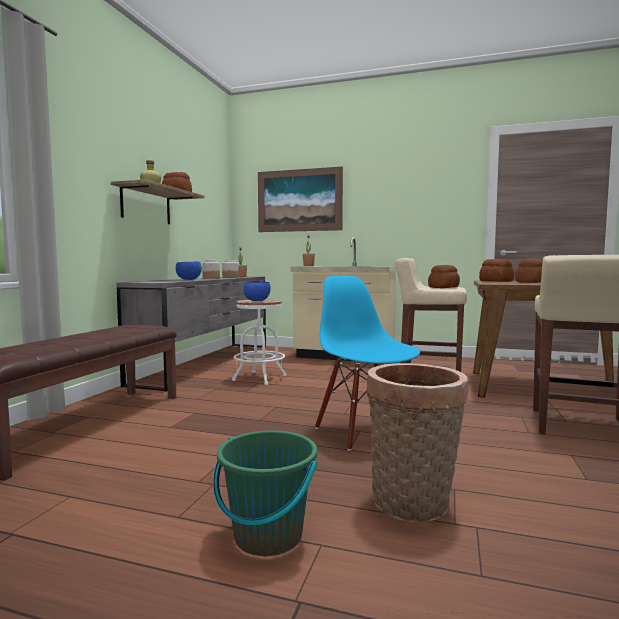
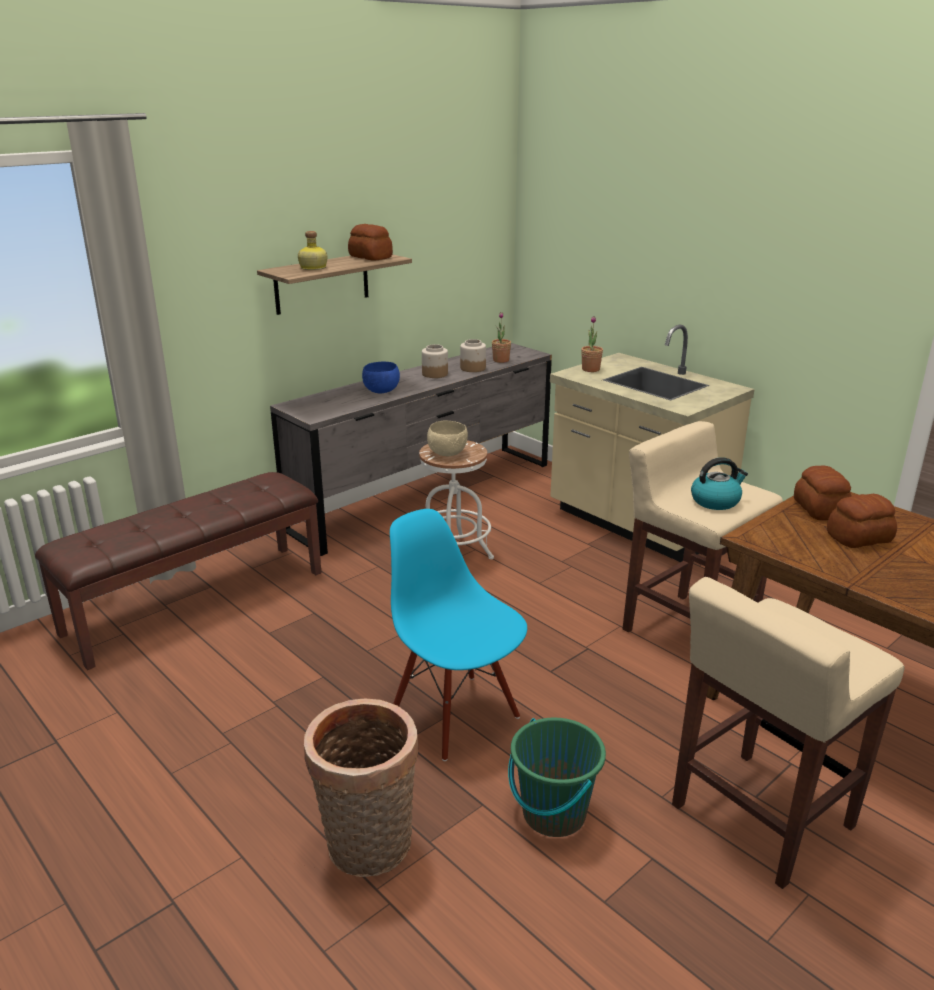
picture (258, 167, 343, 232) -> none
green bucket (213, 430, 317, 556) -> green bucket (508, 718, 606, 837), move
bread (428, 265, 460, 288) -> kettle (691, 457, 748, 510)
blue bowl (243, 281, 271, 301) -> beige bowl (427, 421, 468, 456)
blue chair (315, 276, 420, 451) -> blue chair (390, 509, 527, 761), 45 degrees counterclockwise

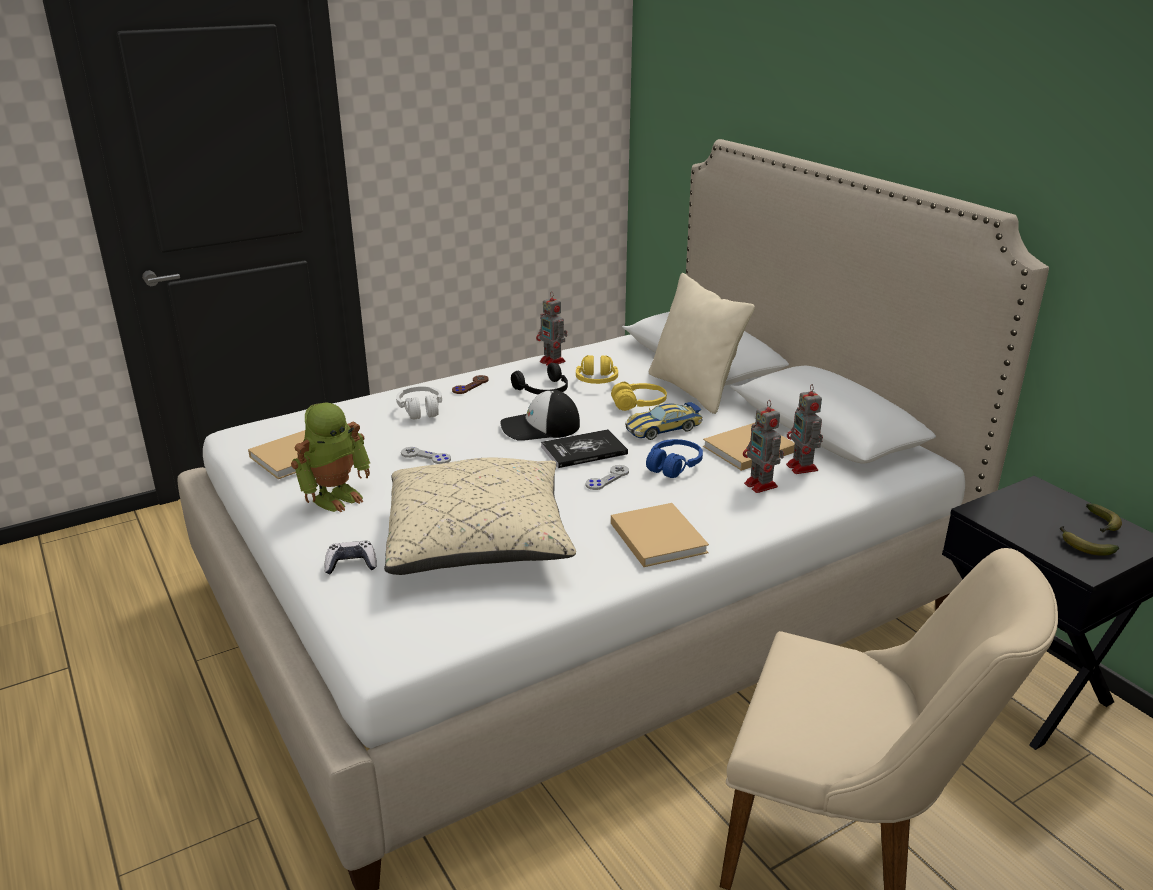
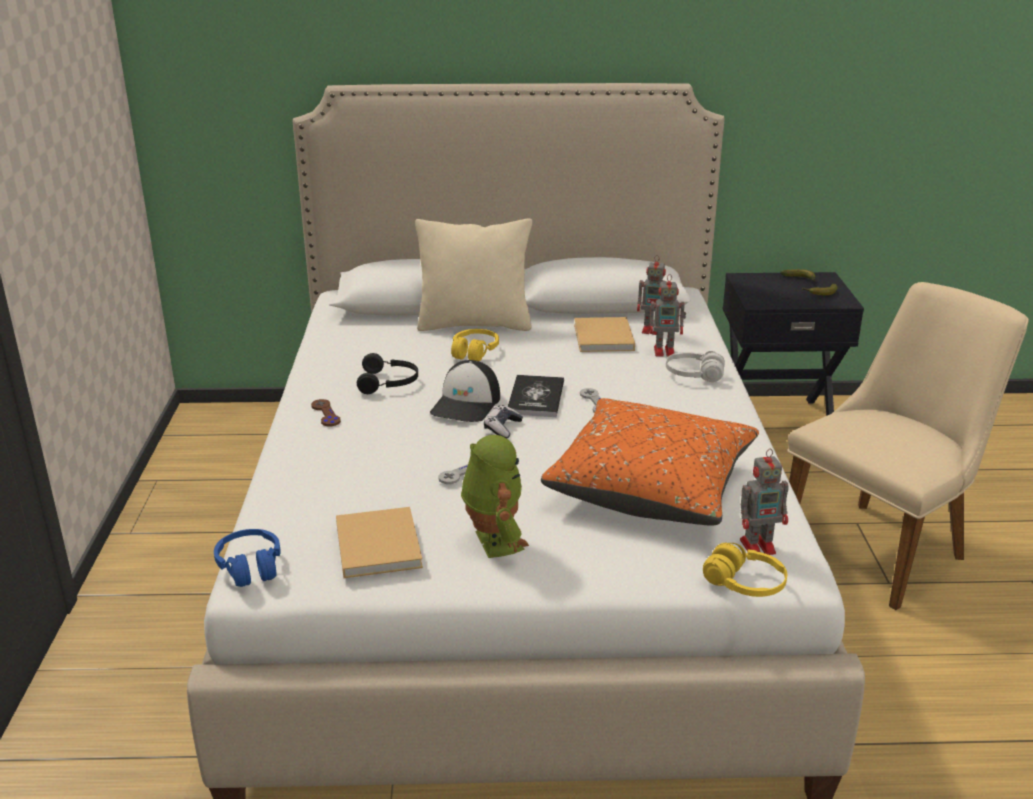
beige book (611, 503, 709, 567) -> none
toy car (625, 402, 703, 440) -> none
game controller (324, 541, 377, 574) -> game controller (484, 405, 523, 438), move
white headphones (396, 386, 442, 420) -> white headphones (666, 351, 725, 382), move
toy robot (536, 291, 567, 366) -> toy robot (740, 449, 789, 555), move
yellow headphones (576, 355, 618, 384) -> yellow headphones (703, 543, 787, 597), move
blue headphones (646, 439, 703, 478) -> blue headphones (214, 529, 281, 587), move
beige pillow (384, 457, 576, 575) -> orange pillow (541, 398, 759, 526)

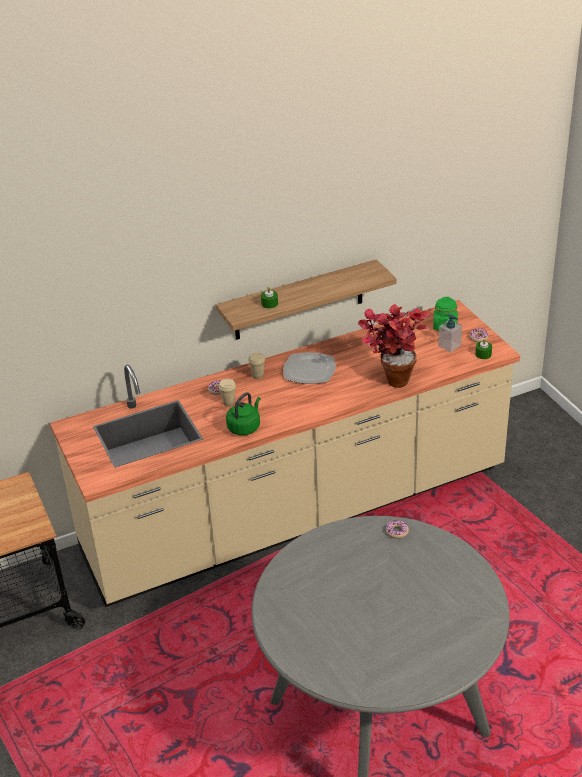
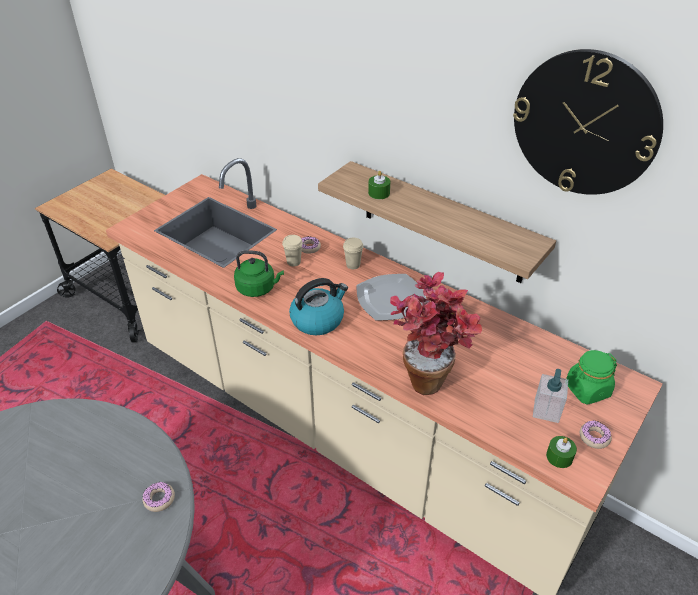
none -> kettle (289, 278, 348, 335)
none -> wall clock (513, 49, 663, 195)

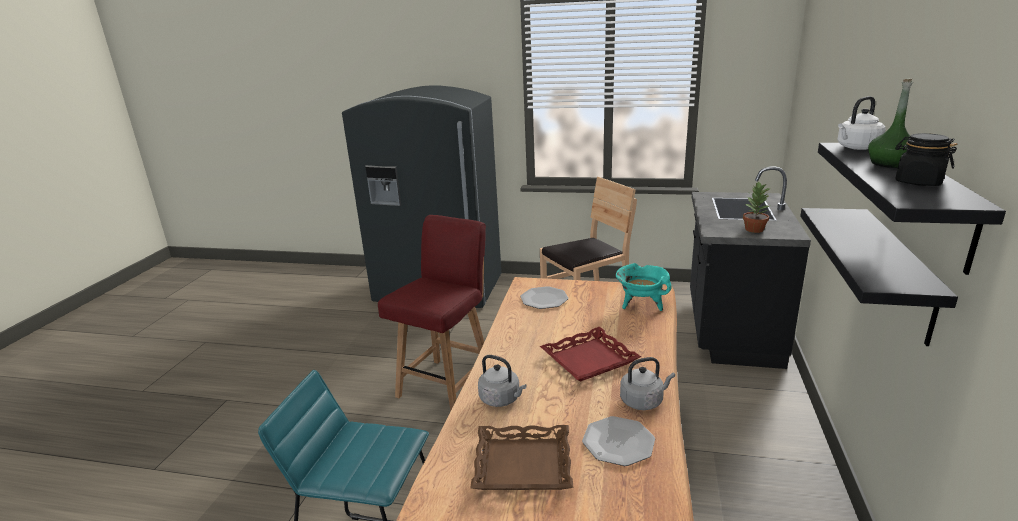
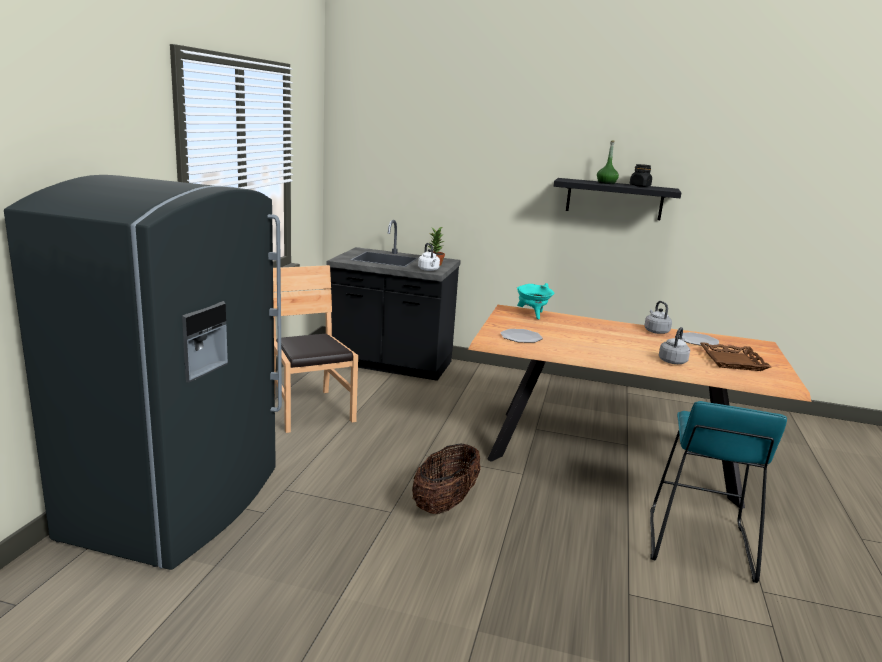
red tray (540, 327, 641, 382) -> none
black shelf (800, 208, 958, 346) -> none
white kettle (837, 96, 886, 150) -> white kettle (418, 243, 440, 271), move
red chair (378, 215, 486, 412) -> basket (412, 444, 481, 514)

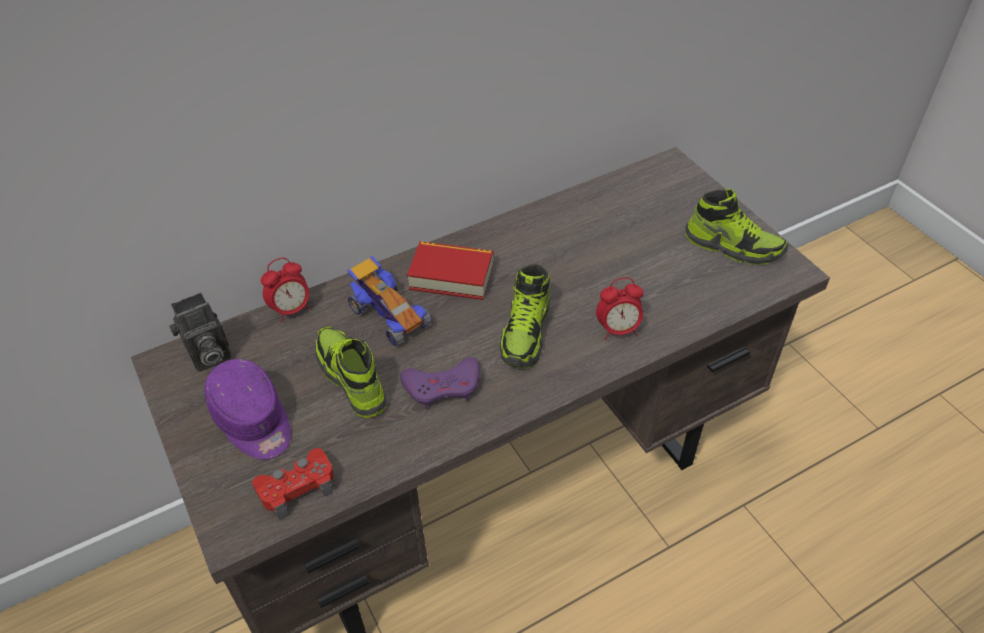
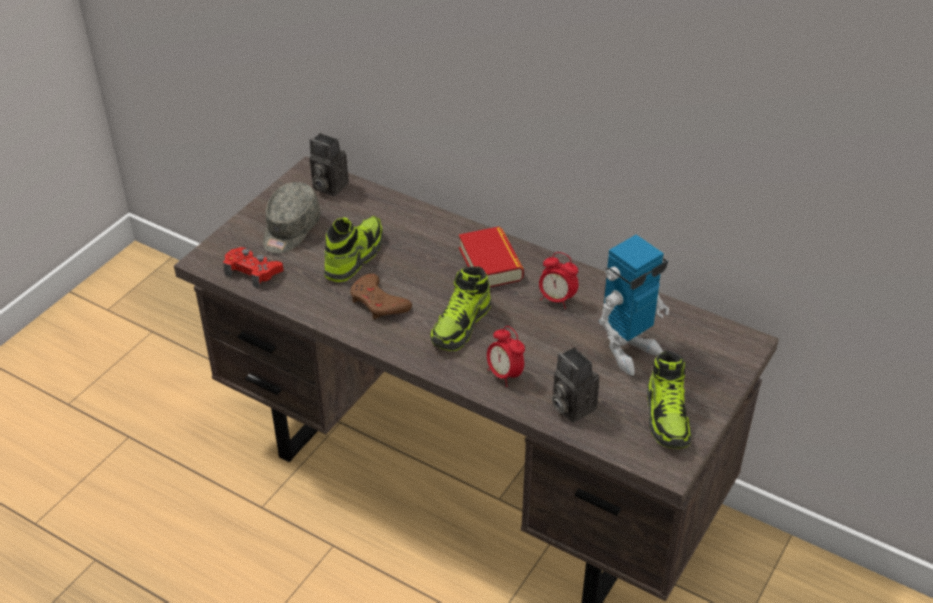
toy car (347, 256, 433, 346) -> none
none -> photo camera (552, 347, 599, 422)
none -> toy robot (599, 235, 669, 375)
alarm clock (261, 258, 310, 322) -> alarm clock (539, 252, 579, 309), move
purple cap (205, 359, 291, 459) -> grey cap (263, 182, 321, 254)
purple game controller (400, 357, 480, 409) -> brown game controller (350, 274, 412, 320)
shoe (500, 264, 550, 368) -> shoe (430, 266, 491, 351), 45 degrees counterclockwise

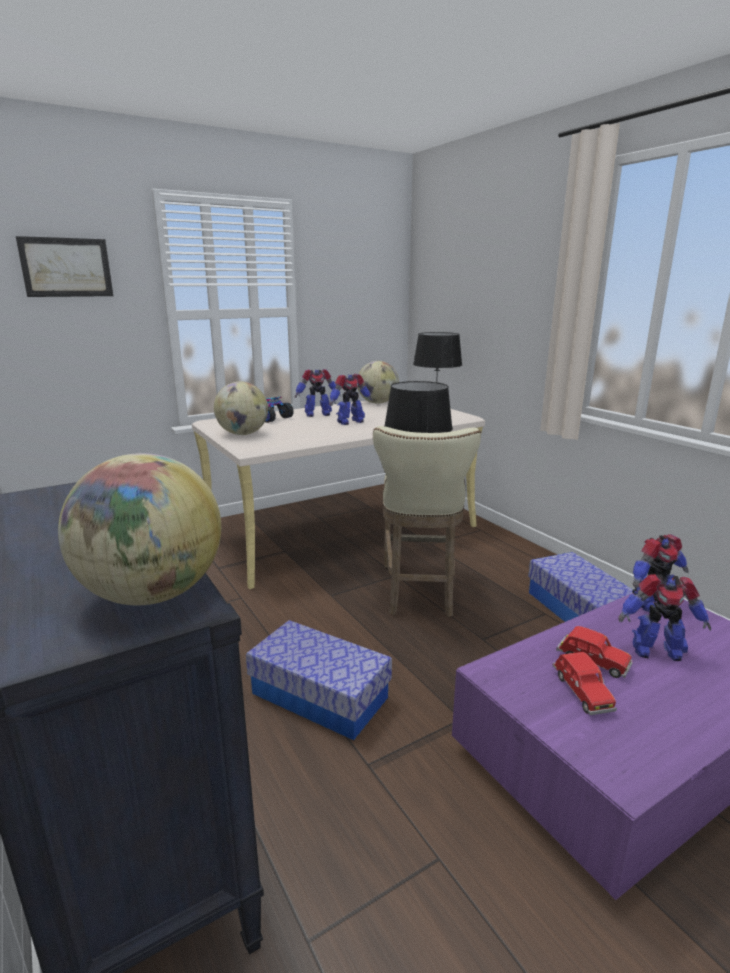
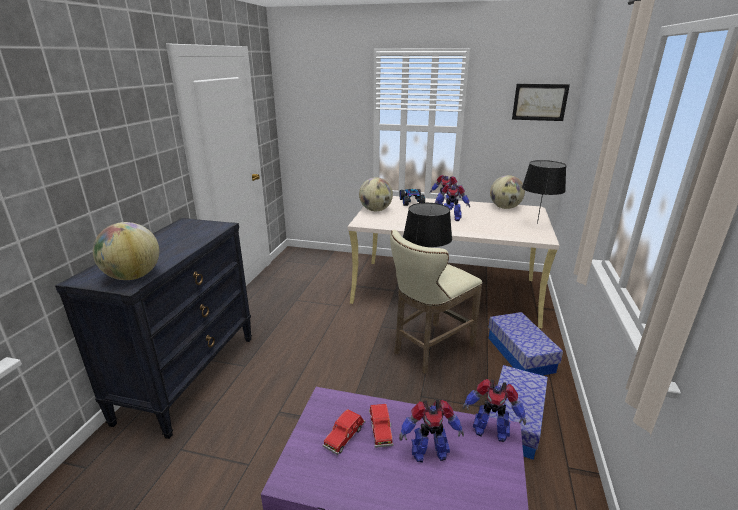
picture (16, 236, 113, 297) -> picture (512, 84, 570, 121), move
storage box (246, 620, 392, 740) -> storage box (488, 312, 563, 375), move
toy robot (619, 574, 711, 661) -> toy robot (399, 400, 464, 462), 60 degrees counterclockwise

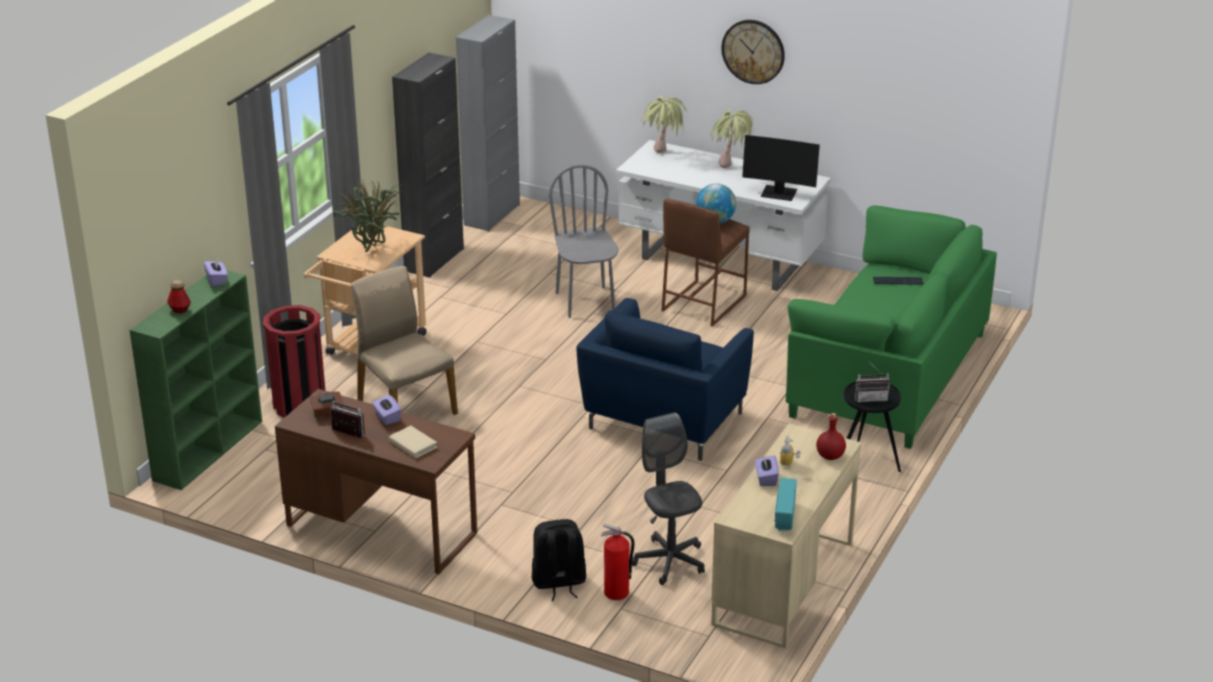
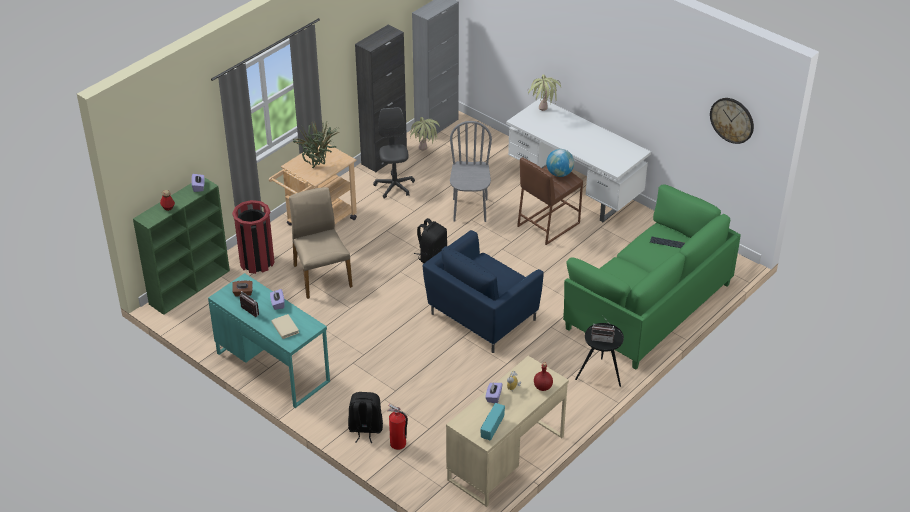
monitor (742, 135, 820, 201) -> none
none -> black backpack (414, 218, 447, 263)
grey office chair (632, 412, 705, 585) -> grey office chair (373, 107, 415, 199), move
potted plant (711, 110, 754, 168) -> potted plant (410, 117, 440, 151), move
wall clock (721, 20, 785, 84) -> wall clock (710, 98, 754, 144), move
brown desk (275, 389, 477, 574) -> turquoise desk (208, 273, 330, 408)

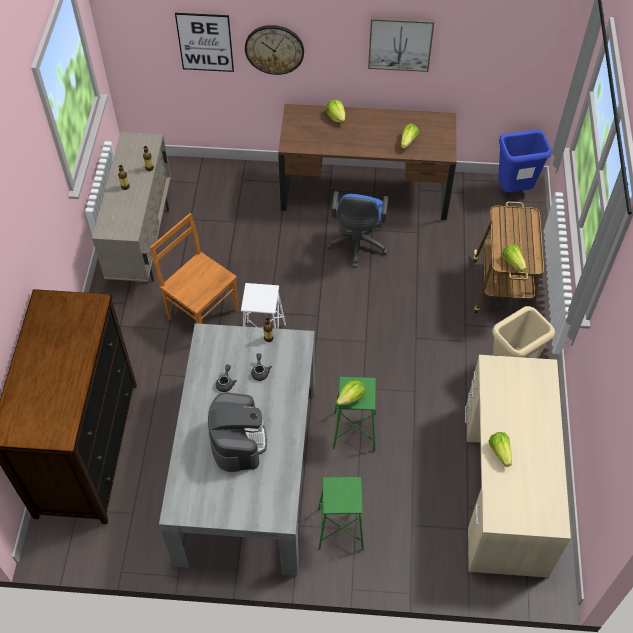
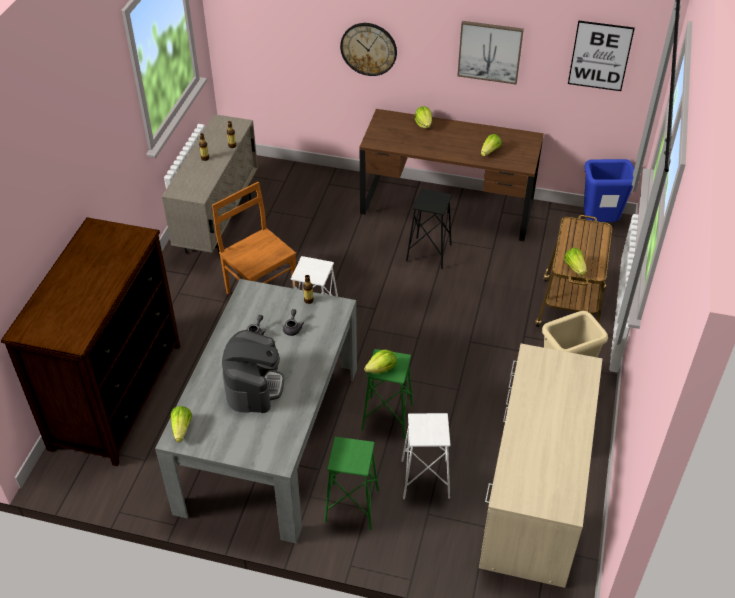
none -> white stool (401, 413, 451, 499)
picture (175, 13, 234, 72) -> picture (568, 20, 635, 91), move
lettuce (489, 432, 512, 467) -> lettuce (171, 406, 192, 442), move
blue office chair (327, 191, 388, 268) -> black stool (406, 189, 452, 269)

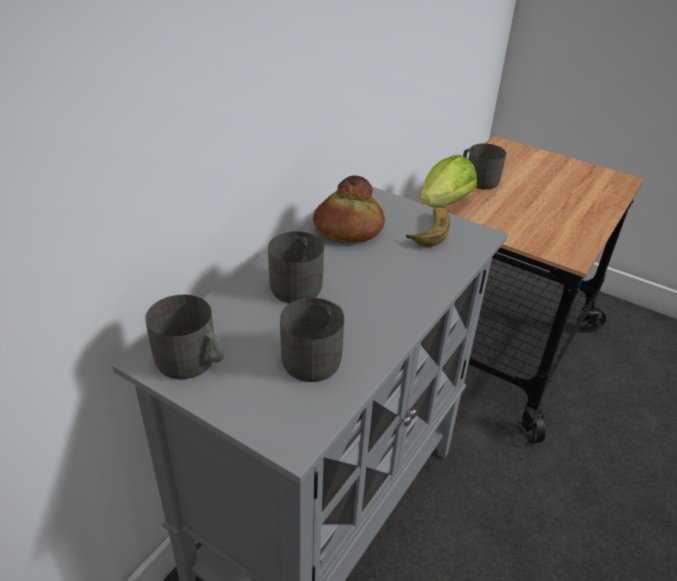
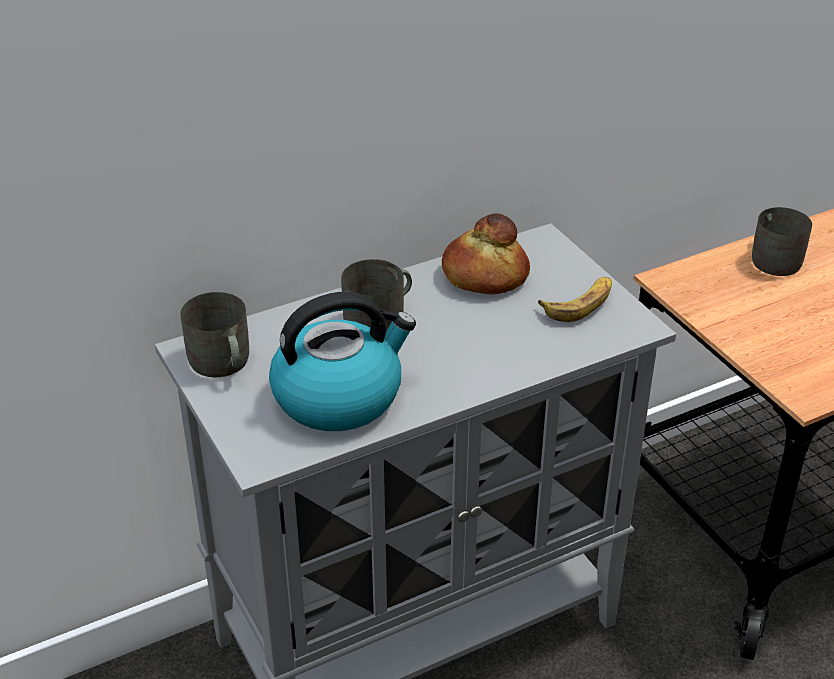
lettuce (420, 155, 477, 208) -> none
grey mug (280, 298, 344, 382) -> kettle (269, 292, 416, 431)

